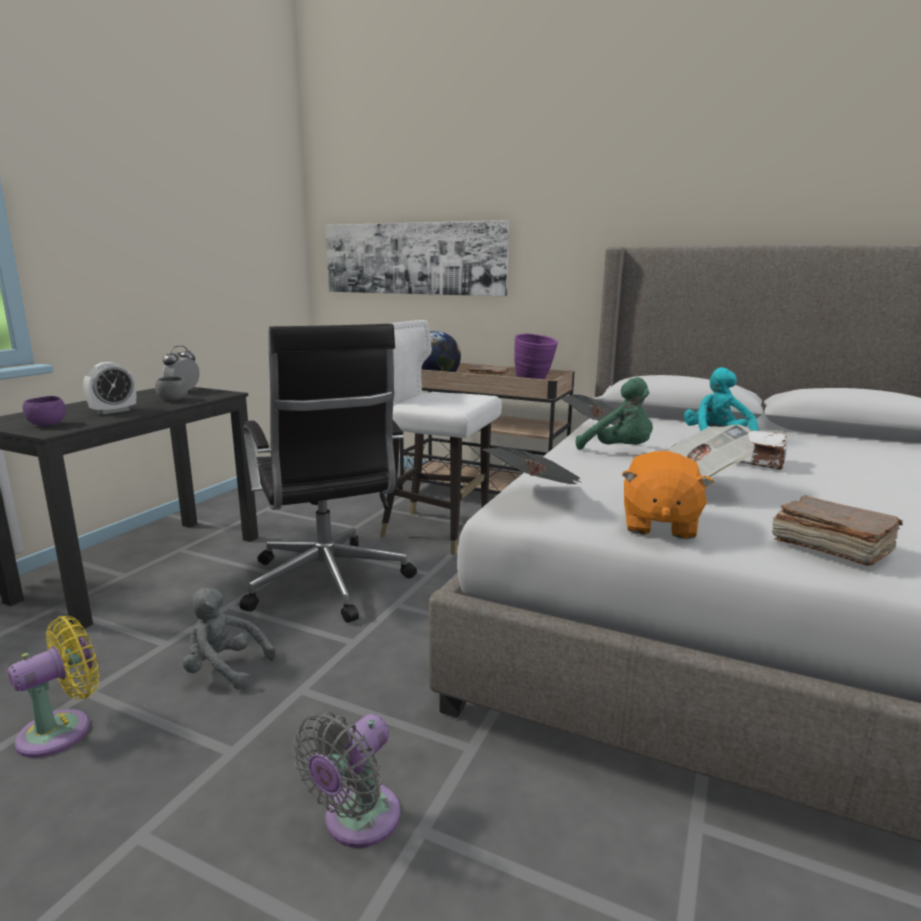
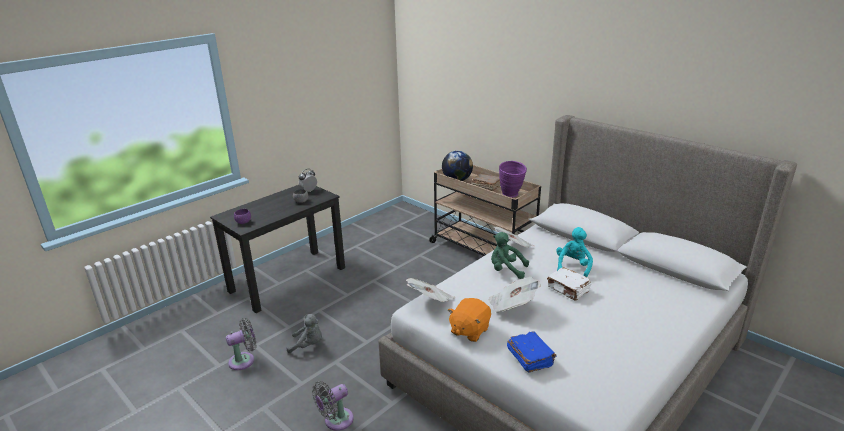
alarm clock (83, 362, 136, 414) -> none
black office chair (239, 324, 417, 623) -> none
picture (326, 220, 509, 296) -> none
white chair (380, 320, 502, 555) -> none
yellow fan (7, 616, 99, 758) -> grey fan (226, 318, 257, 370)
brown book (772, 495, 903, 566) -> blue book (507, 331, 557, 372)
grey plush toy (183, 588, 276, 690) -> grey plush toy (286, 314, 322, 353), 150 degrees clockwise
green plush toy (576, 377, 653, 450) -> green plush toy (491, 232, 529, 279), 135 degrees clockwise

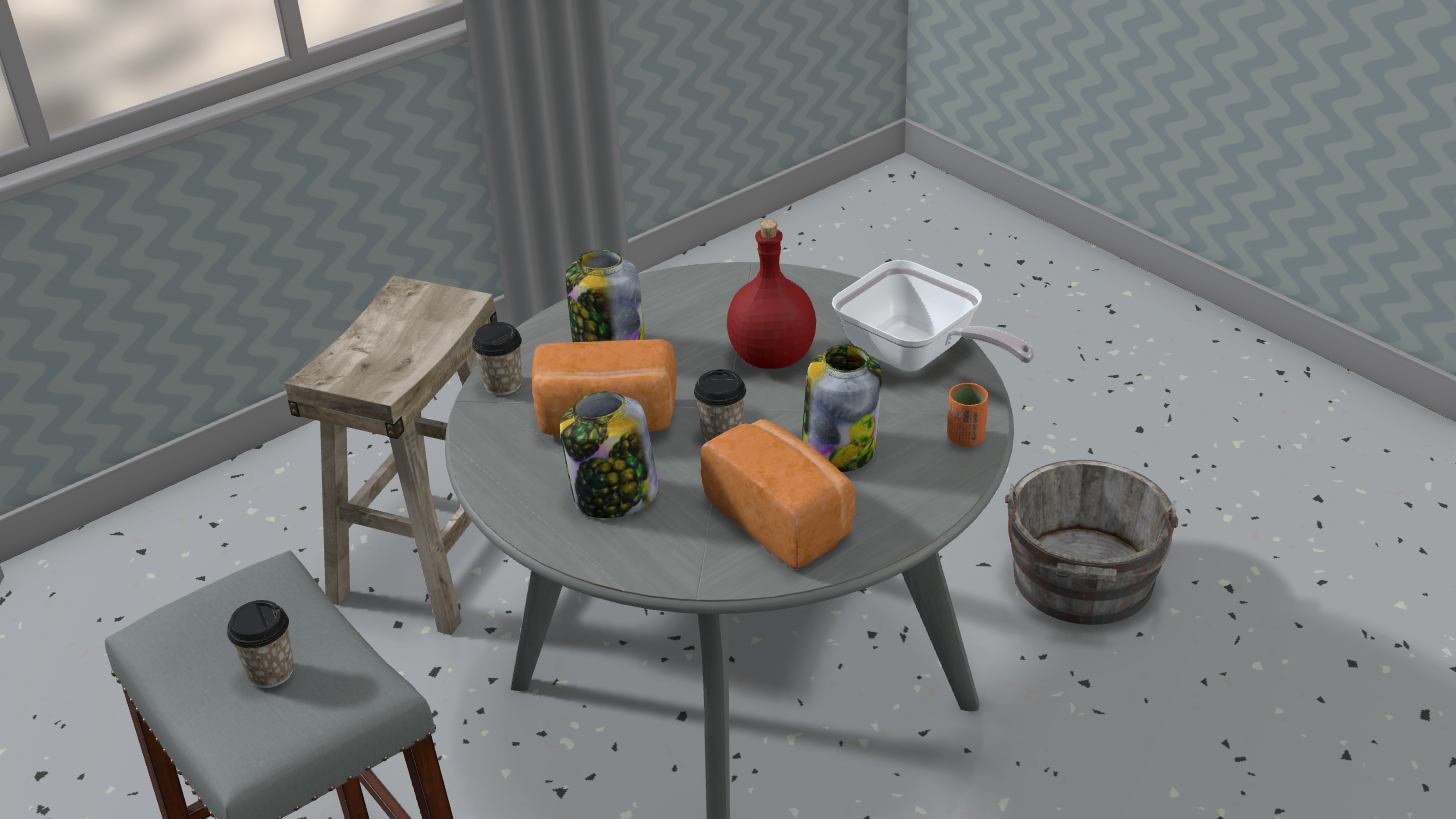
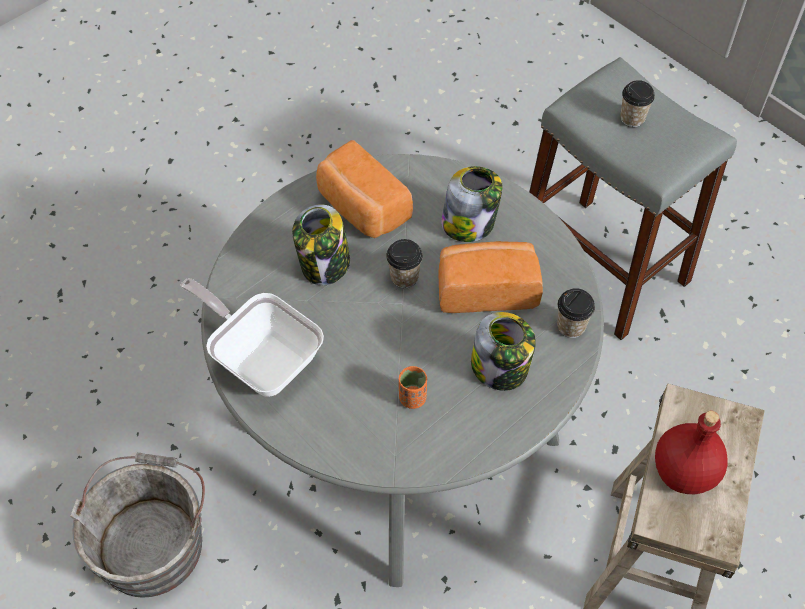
red bottle (727, 220, 816, 369) -> red bottle (655, 411, 728, 494), move
orange cup (947, 383, 988, 447) -> orange cup (399, 366, 427, 409), move

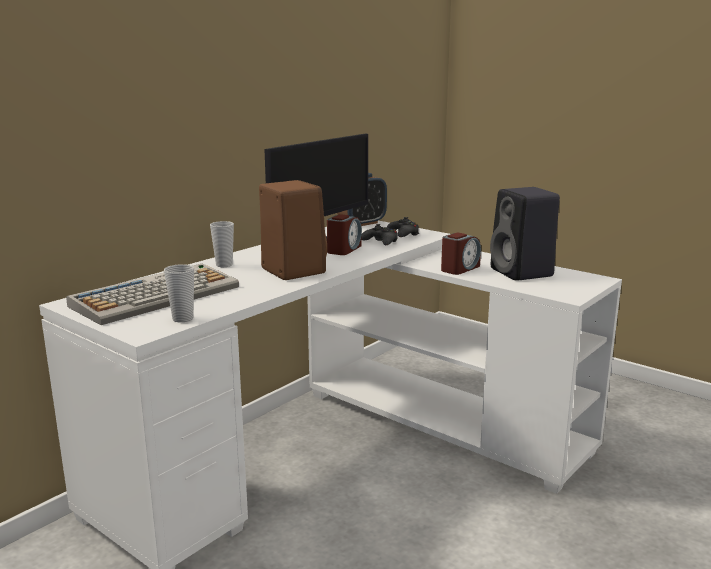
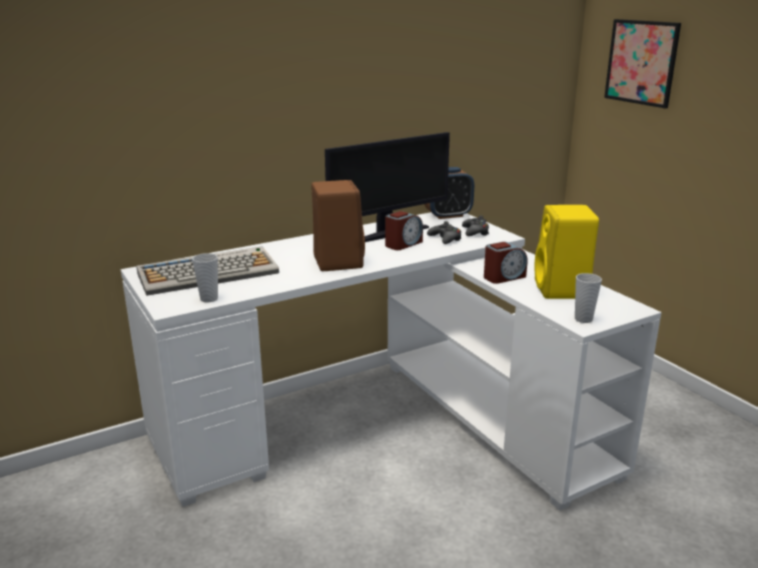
none -> picture (604, 19, 681, 108)
cup (210, 221, 234, 267) -> cup (575, 273, 602, 323), move
black speaker (490, 187, 560, 281) -> yellow speaker (535, 205, 599, 299)

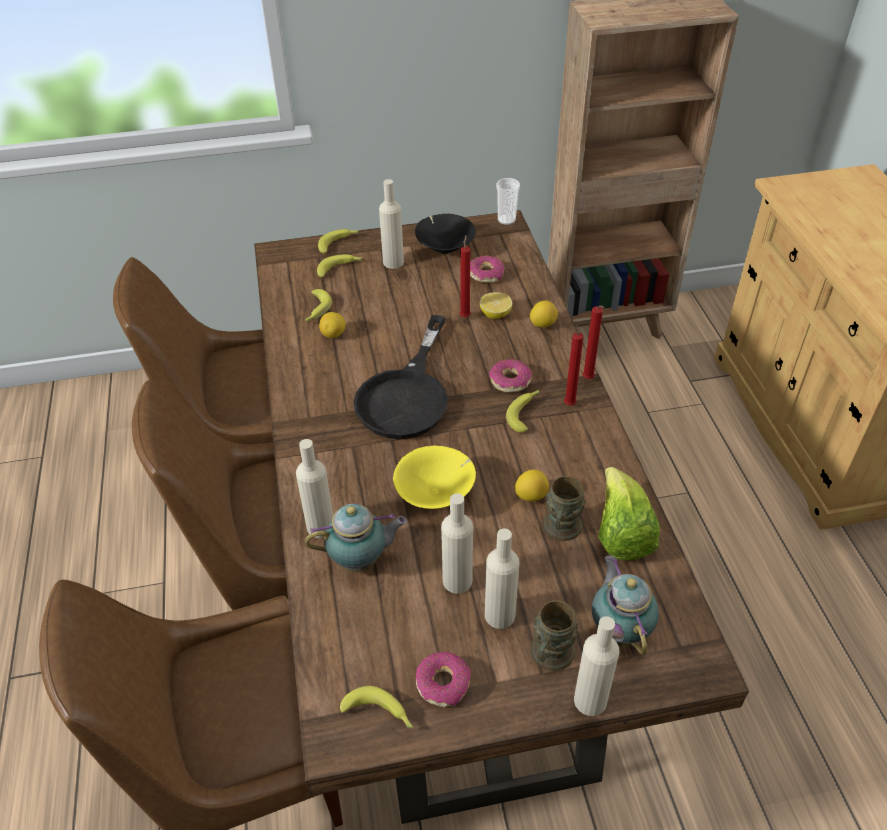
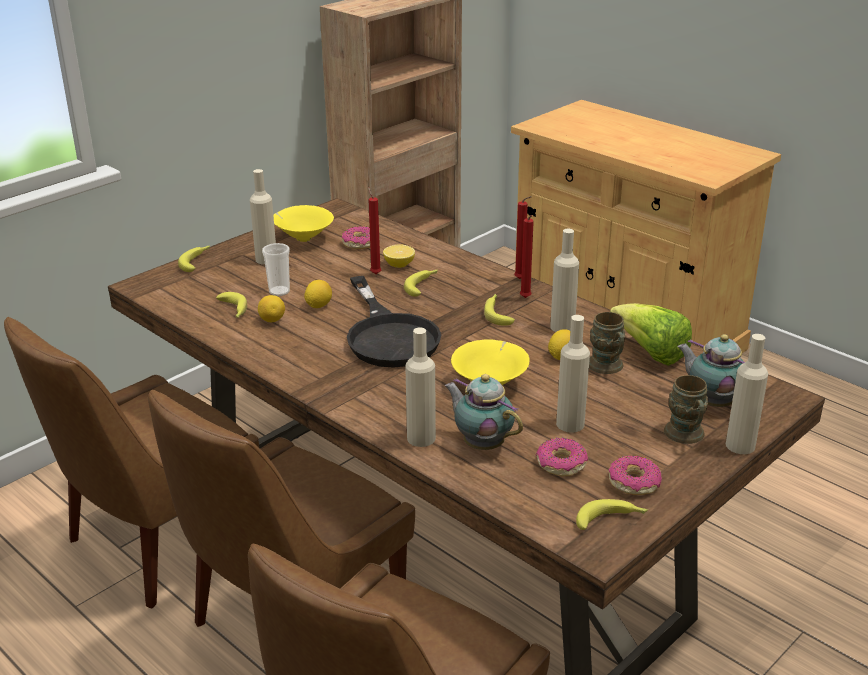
banana (317, 254, 363, 277) -> banana (404, 269, 438, 297), move
beige bottle (485, 528, 519, 629) -> beige bottle (550, 229, 579, 332), move
donut (489, 359, 532, 393) -> donut (536, 438, 588, 477), move
cup (496, 178, 520, 225) -> cup (262, 243, 290, 296), move
lemon (530, 300, 558, 328) -> lemon (304, 280, 332, 308), move
black bowl (415, 214, 476, 254) -> yellow bowl (273, 205, 334, 242)
teapot (305, 504, 407, 573) -> teapot (445, 374, 523, 450), 90 degrees counterclockwise

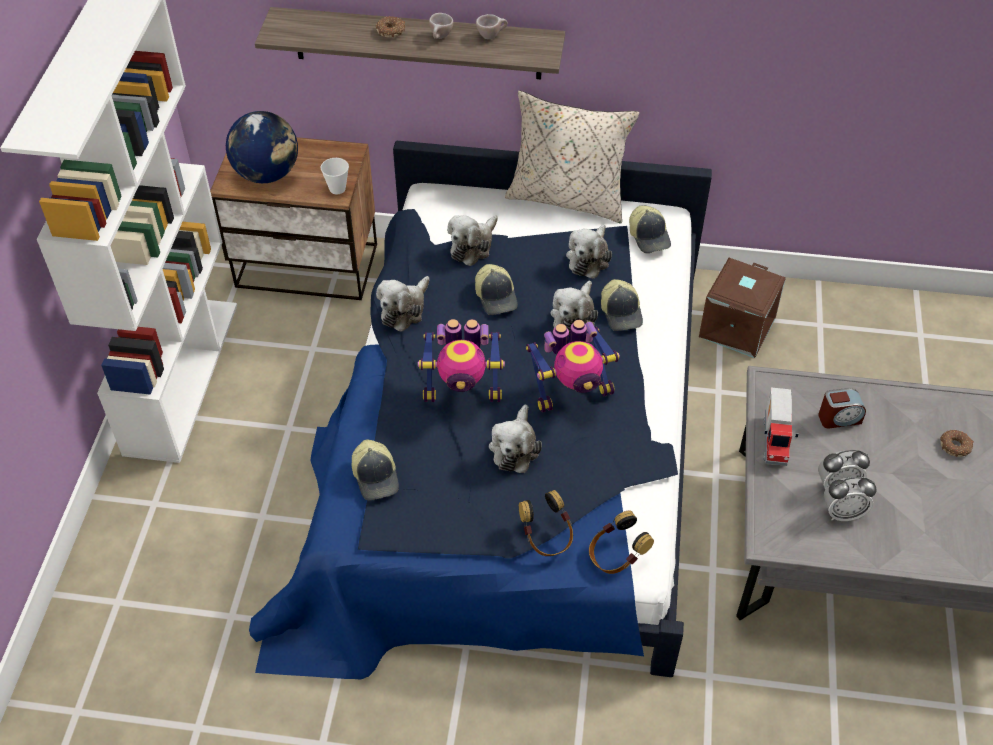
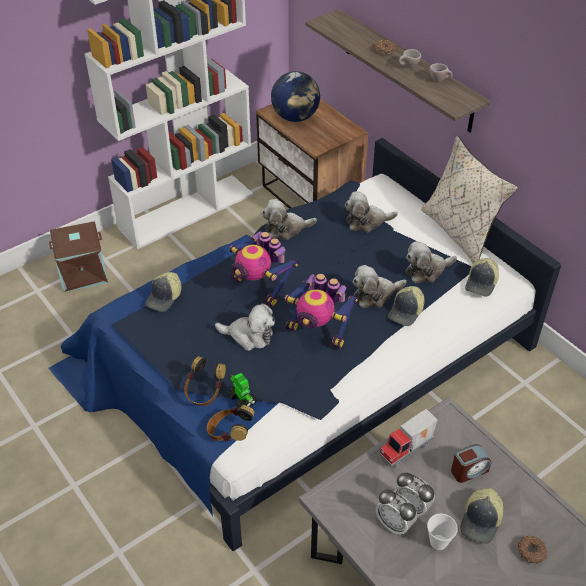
none -> toy robot (227, 373, 258, 408)
cup (321, 158, 349, 194) -> cup (427, 513, 458, 550), move
cap (475, 264, 518, 315) -> cap (460, 488, 503, 544), move
brown storage box (699, 258, 786, 358) -> brown storage box (49, 222, 108, 292), move
plush toy (489, 405, 542, 473) -> plush toy (215, 304, 275, 351), 135 degrees counterclockwise
alarm clock (818, 388, 866, 429) -> alarm clock (451, 444, 491, 483), 60 degrees counterclockwise

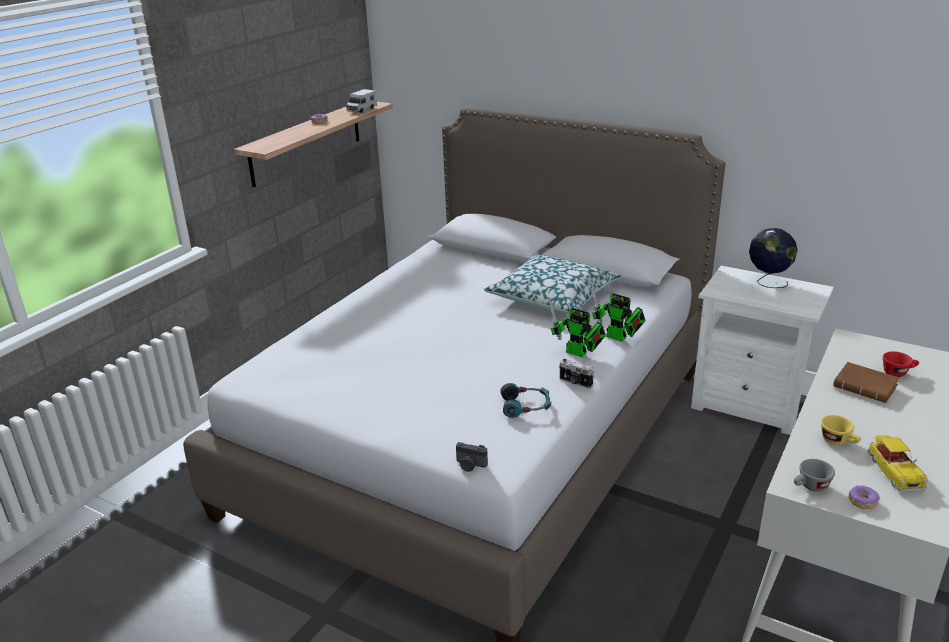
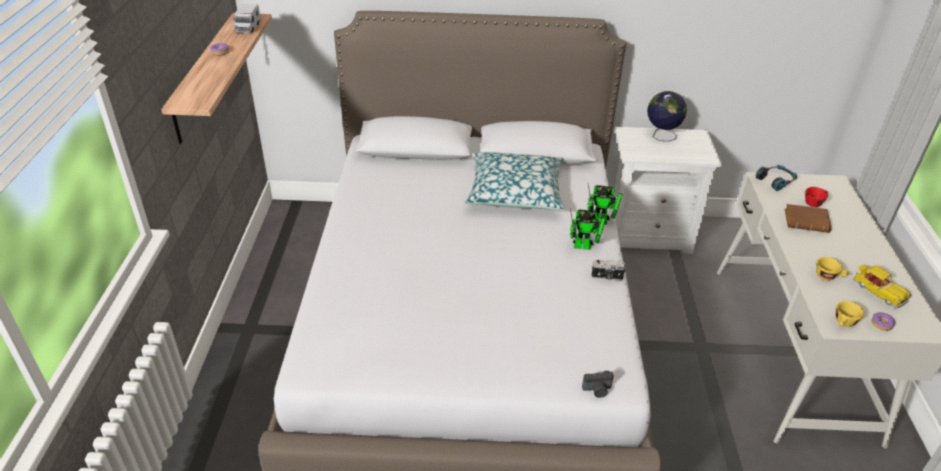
headphones (500, 383, 551, 418) -> headphones (756, 165, 797, 191), move
grey cup (794, 459, 835, 492) -> yellow cup (836, 301, 864, 327)

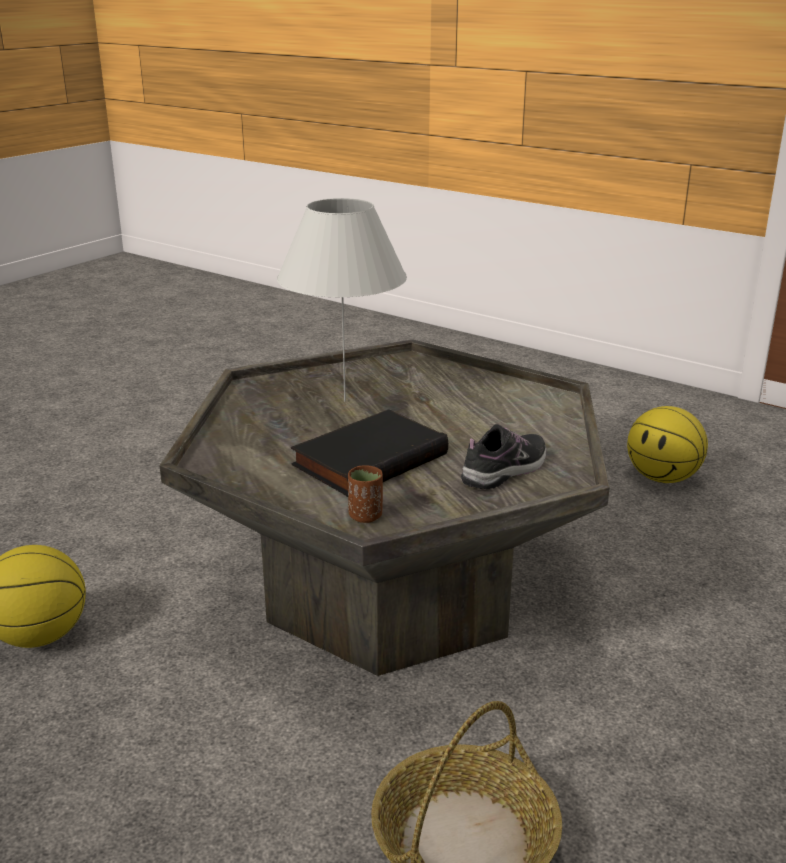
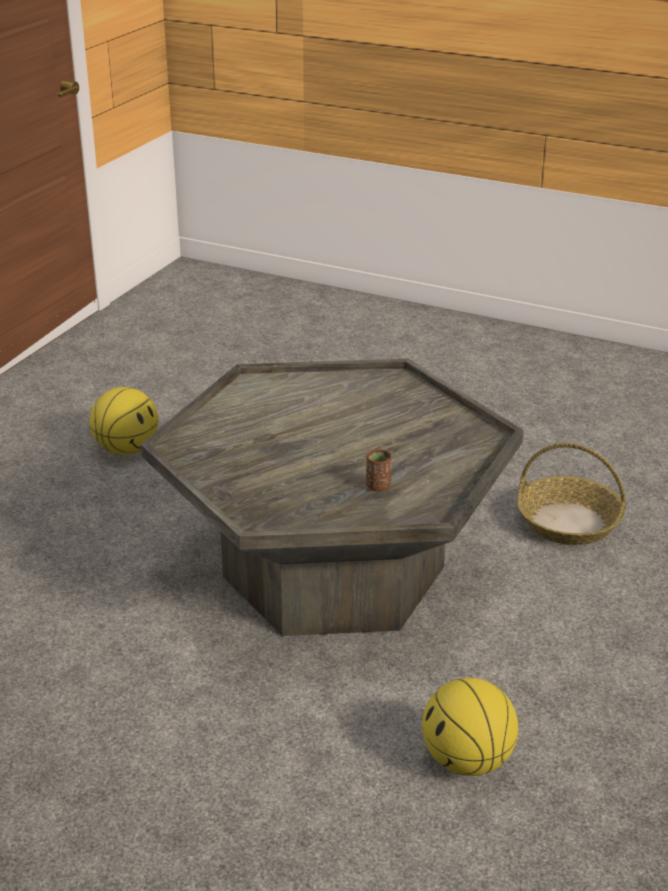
white table lamp (277, 198, 407, 402) -> none
black book (291, 409, 448, 497) -> none
shoe (461, 424, 546, 489) -> none
brown cup (348, 465, 383, 523) -> brown cup (366, 449, 392, 491), move

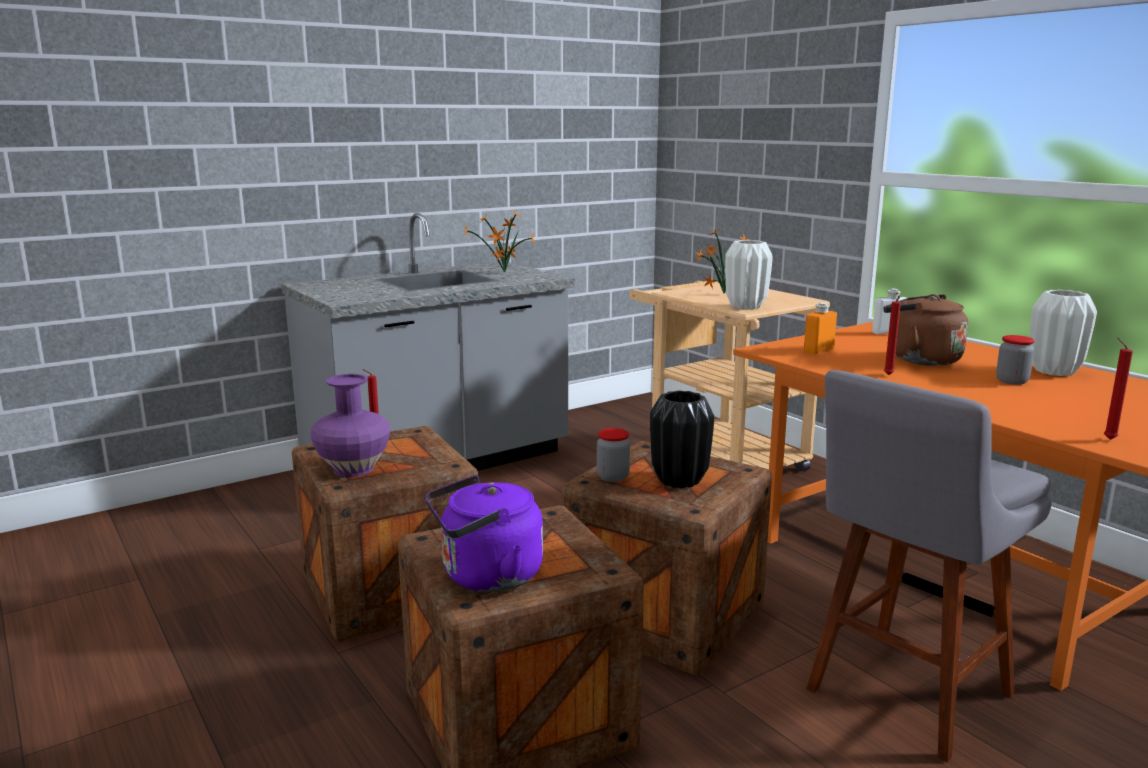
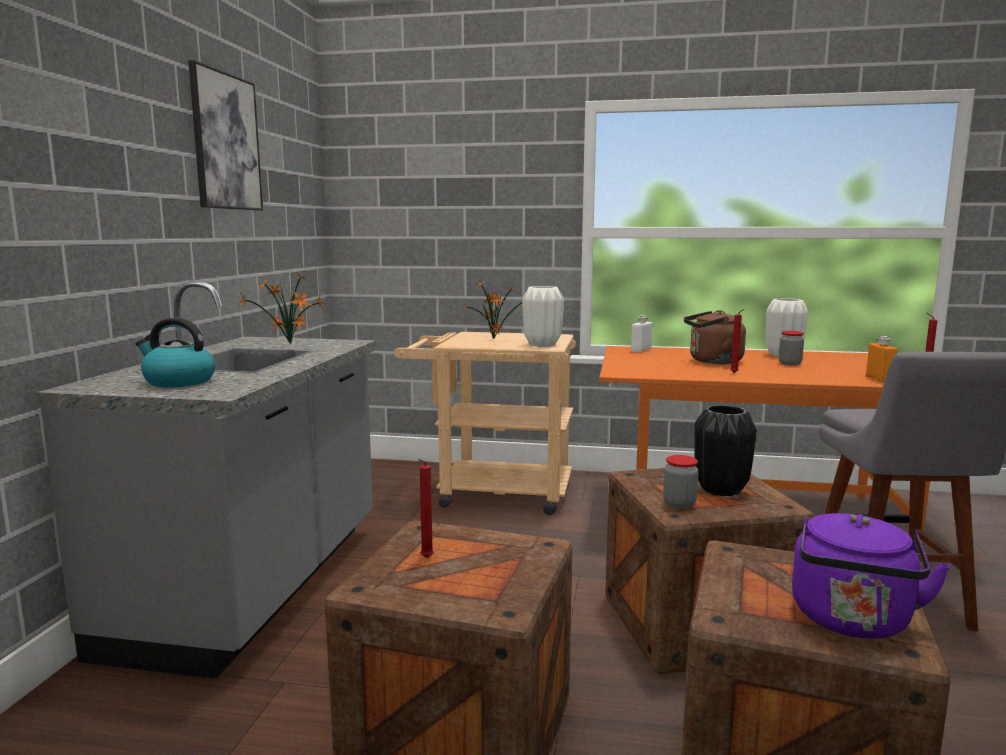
purple vase (311, 374, 391, 477) -> none
none -> kettle (136, 318, 215, 387)
none -> picture (188, 60, 263, 211)
orange bottle (804, 303, 837, 354) -> orange bottle (866, 336, 898, 383), move

